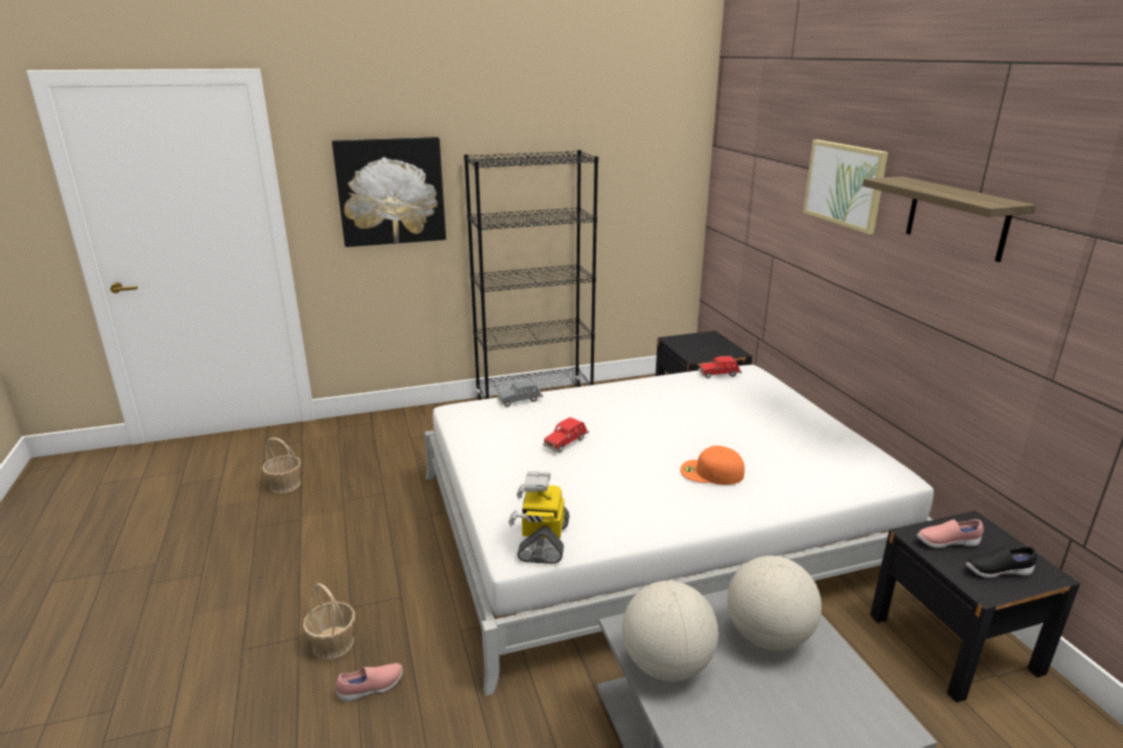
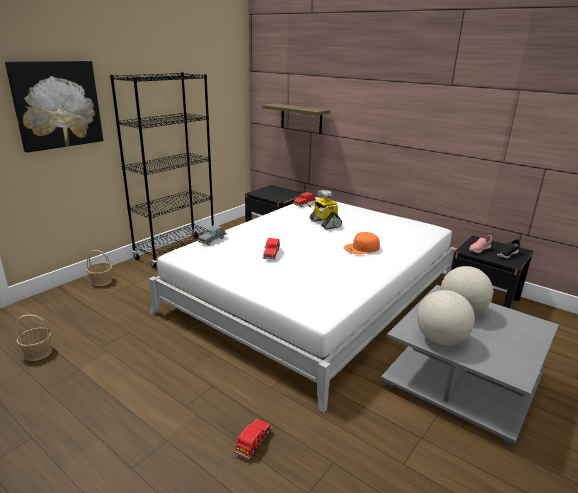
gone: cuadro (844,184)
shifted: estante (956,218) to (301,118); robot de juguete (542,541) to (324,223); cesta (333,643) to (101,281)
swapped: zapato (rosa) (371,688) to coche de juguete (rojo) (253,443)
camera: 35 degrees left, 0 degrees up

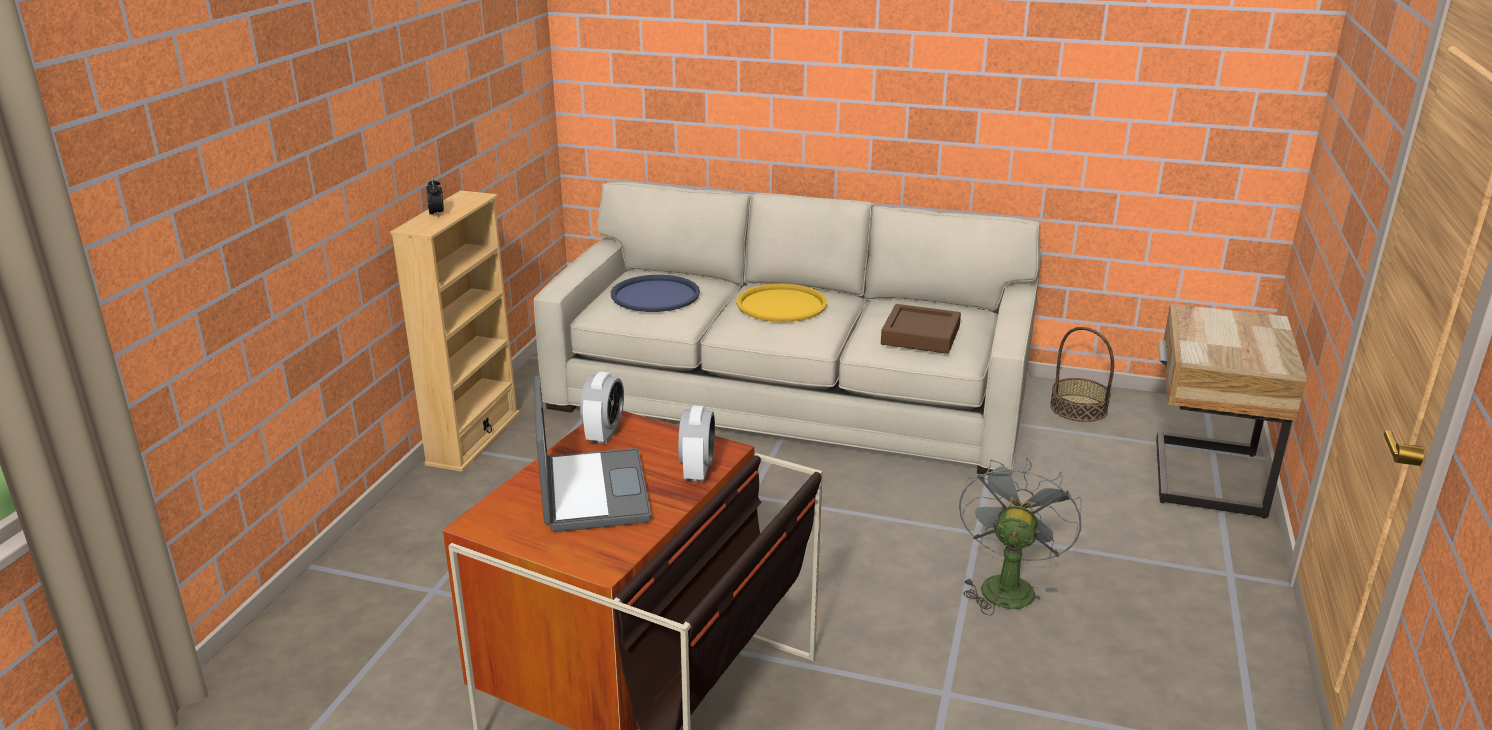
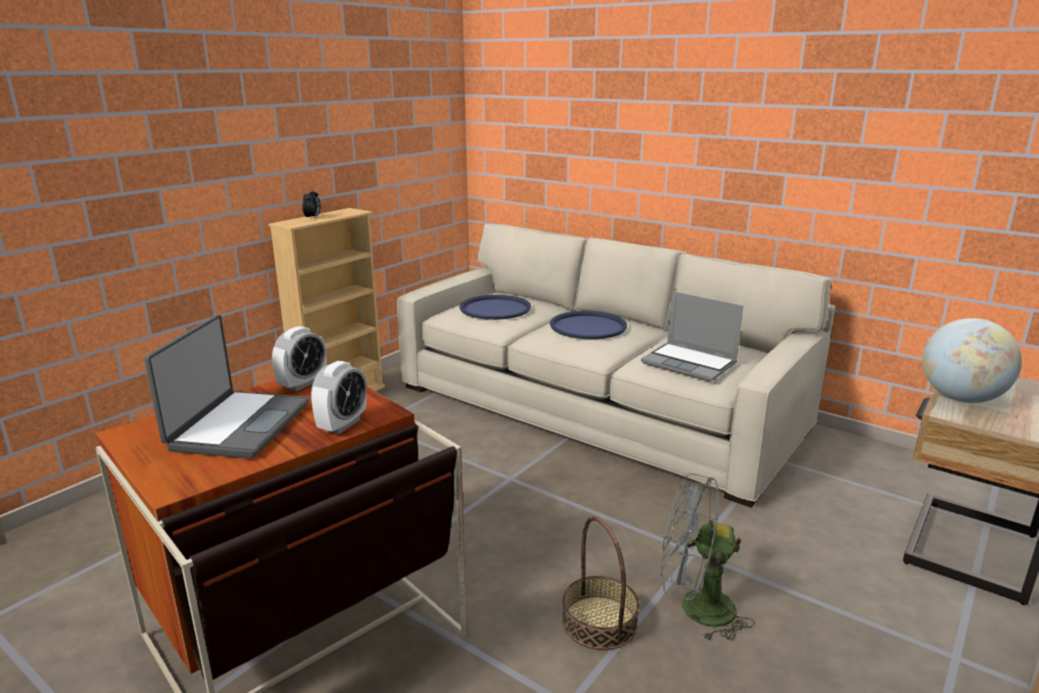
new: globo terráqueo (961,398)
shifted: cesta (1078,408) to (600,622)
swapped: bandeja (marrón) (920,335) to portátil (690,363)
repainted: bandeja (amarillo) (781,304) to bandeja (azul) (588,326)
rotated: ventilador (gris) (1007,585) = (695,609) 120 degrees counterclockwise
camera: 20 degrees right, 5 degrees down

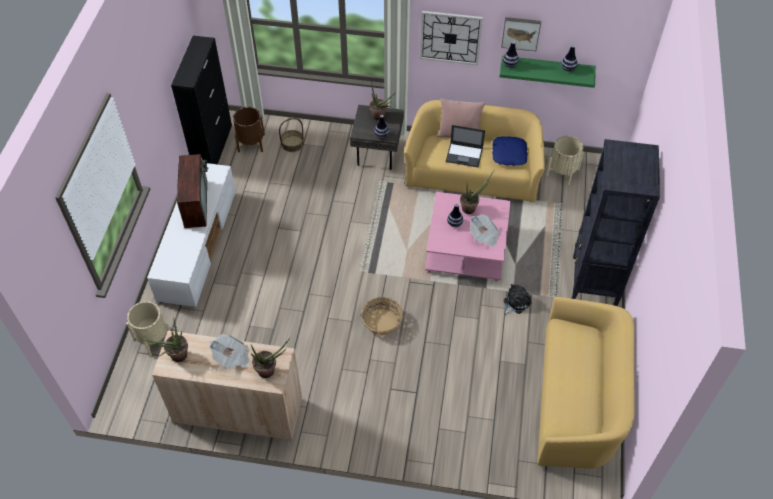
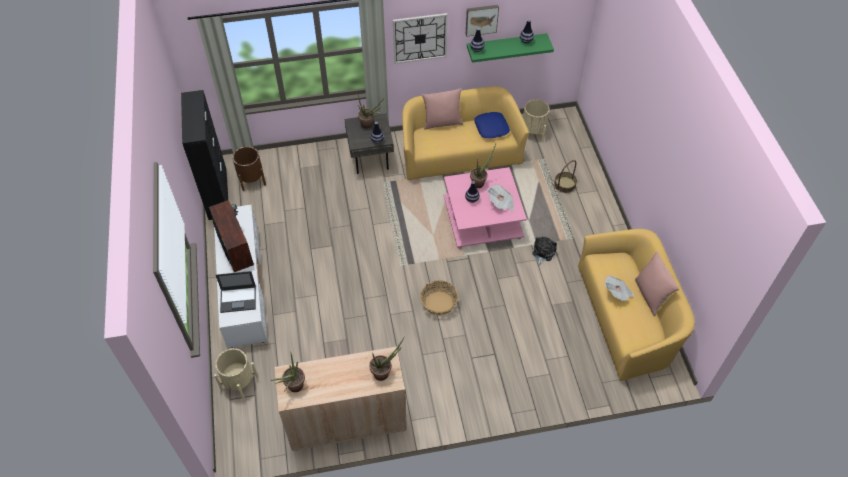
gone: estantería (negro) (593,282)
new: cojín (rosa) (650,295)
shifted: cesta (292,144) to (564,184); portátil (464,155) to (239,299); periódico (232,357) to (617,293)
camera: 20 degrees left, 0 degrees up

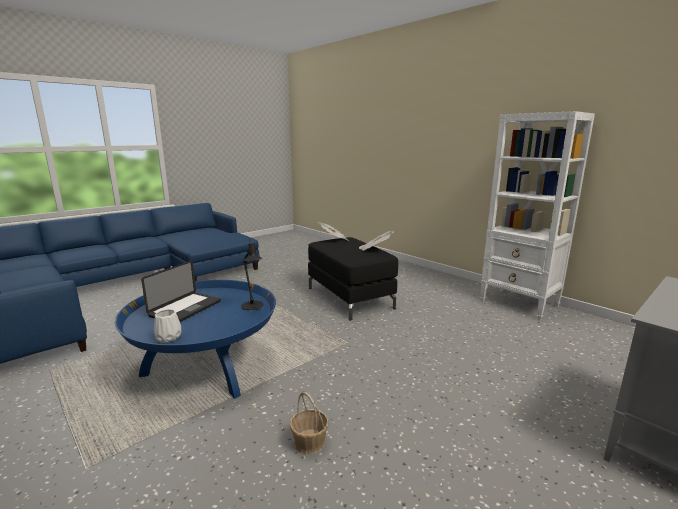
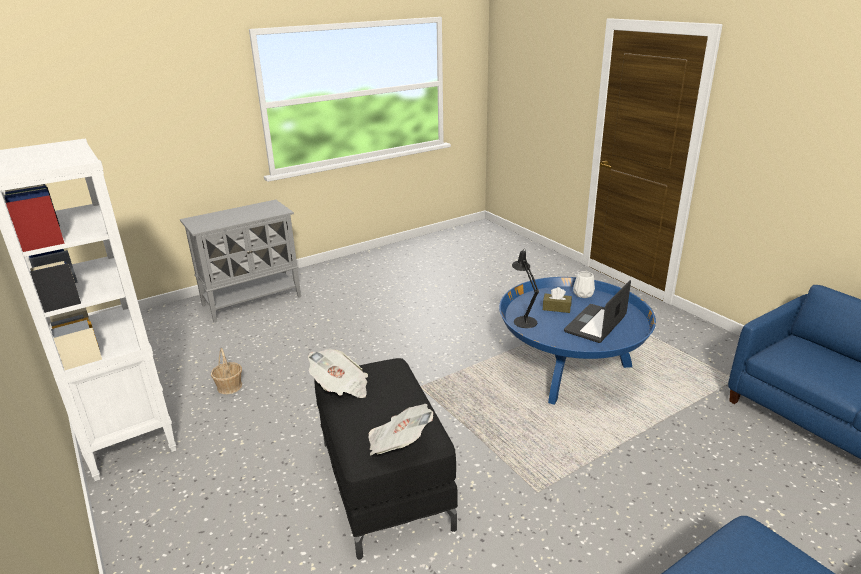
new: caja de pañuelos (marrón) (556,308)
shifted: cesta (309,443) to (229,386)
camera: 170 degrees left, 10 degrees up

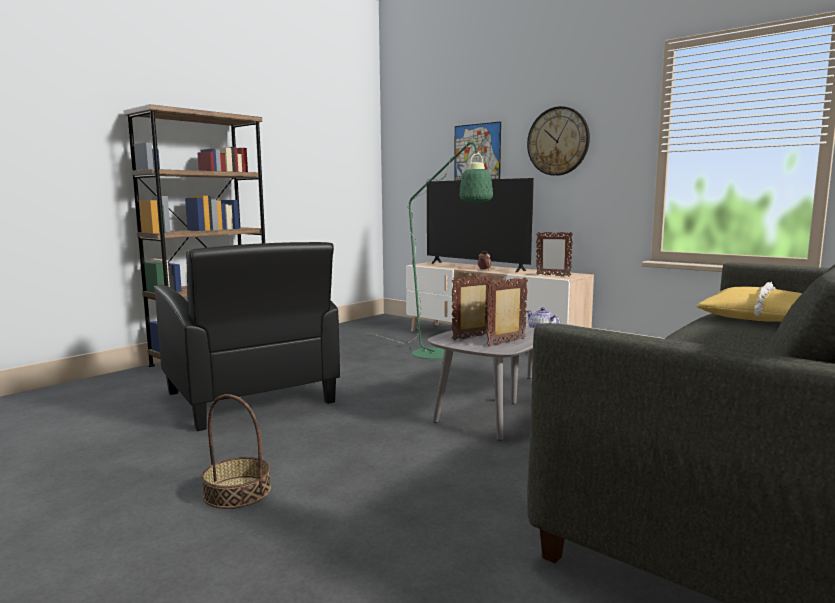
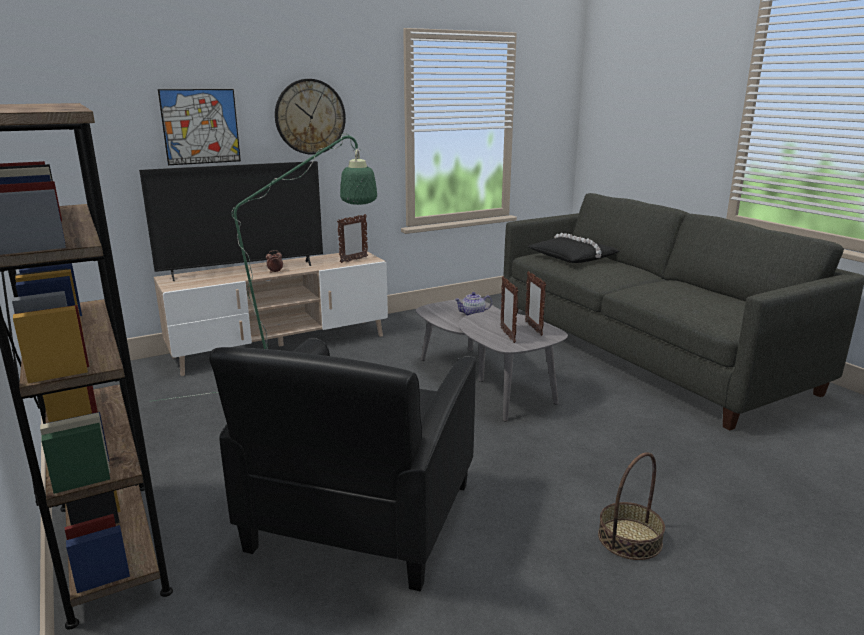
repainted: cojín (amarillo) (761,317) to cojín (negro) (573,257)
rotated: sillón (negro) (250,398) = (361,518) 120 degrees clockwise
camera: 70 degrees left, 10 degrees up

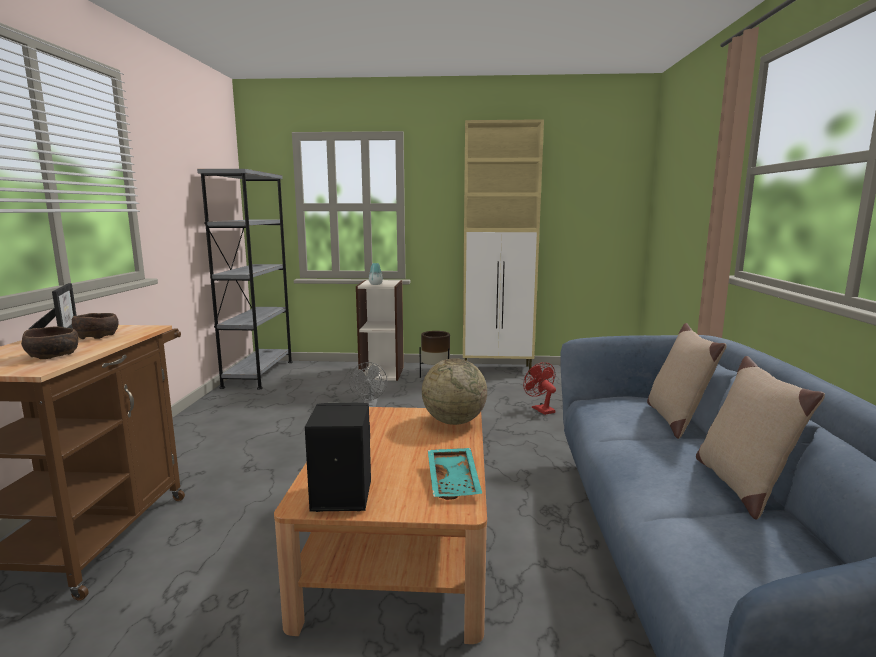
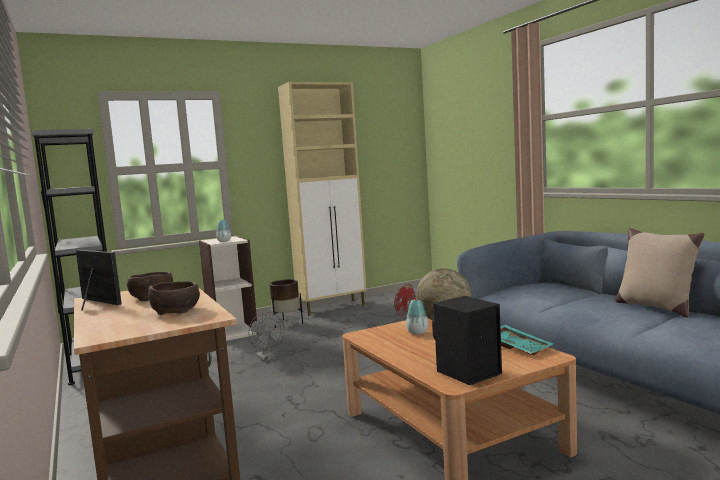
gone: cojín (beis) (676,420)
new: florero (417,332)
camera: 30 degrees left, 5 degrees down

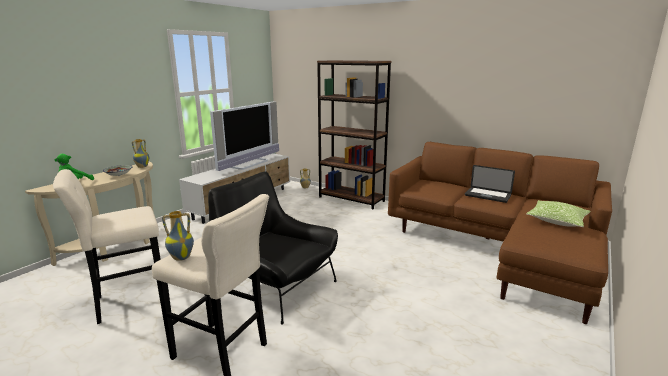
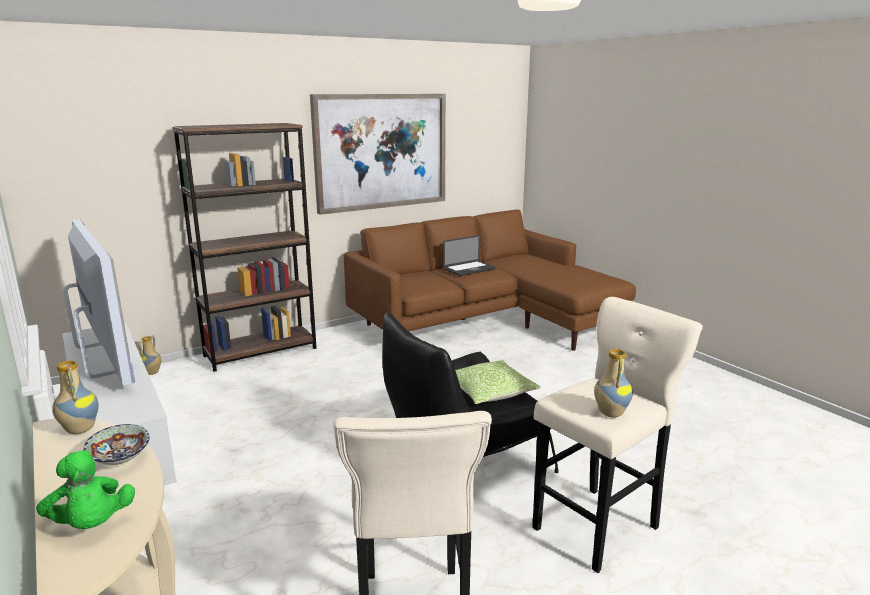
new: cuadro (381,151)
shifted: cojín (557,221) to (489,392)
camera: 65 degrees left, 0 degrees up

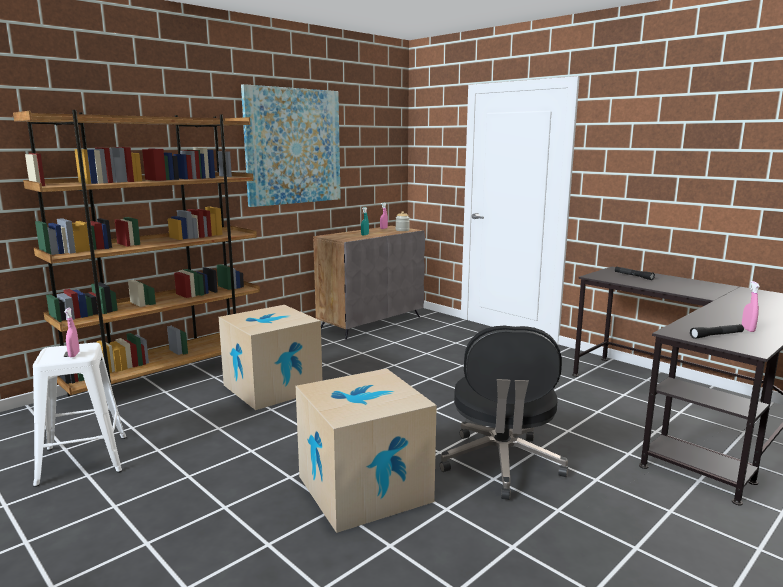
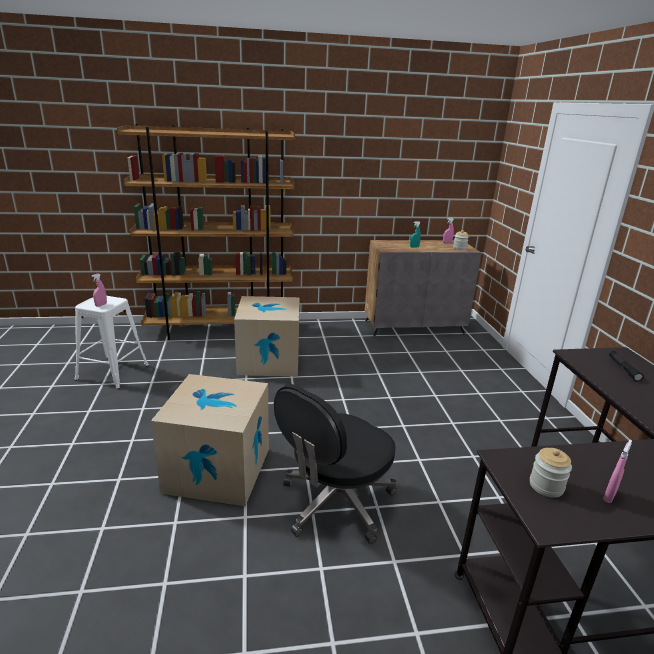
gone: cuadro (293,146)
swapped: linterna (negro) (716,335) to tarro (546,486)
camera: 35 degrees right, 10 degrees up

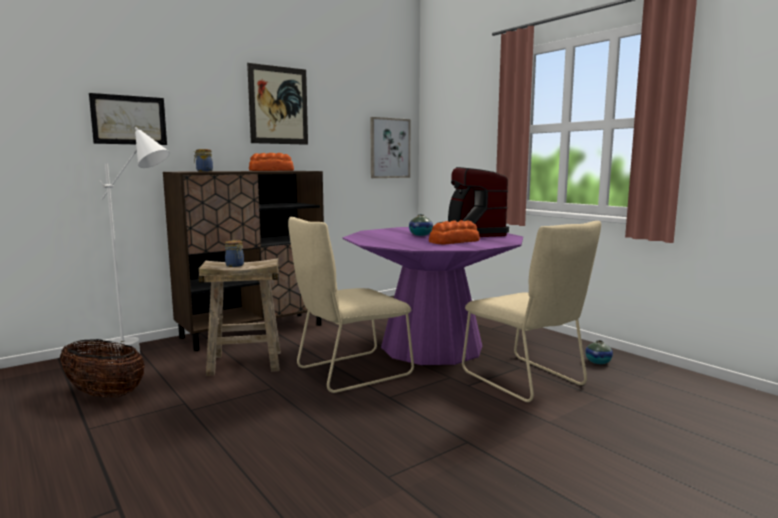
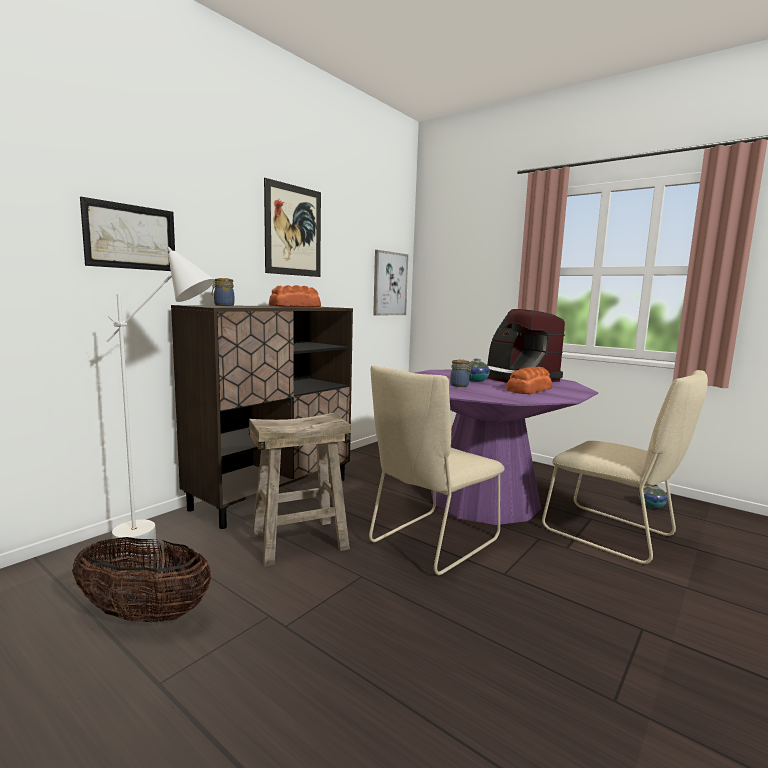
shifted: tarro (235,265) to (460,385)
camera: 15 degrees left, 0 degrees up

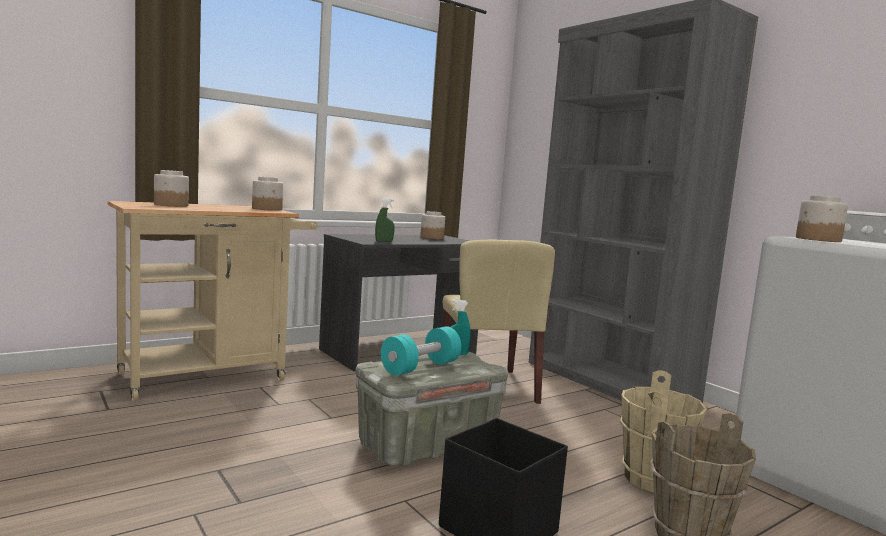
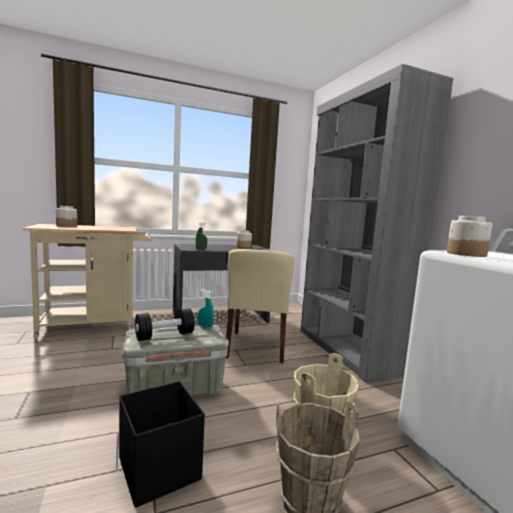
gone: tarro (267,209)
repainted: mancuerna (turquesa) (420,367) to mancuerna (negro) (164,336)
camera: 15 degrees right, 0 degrees up

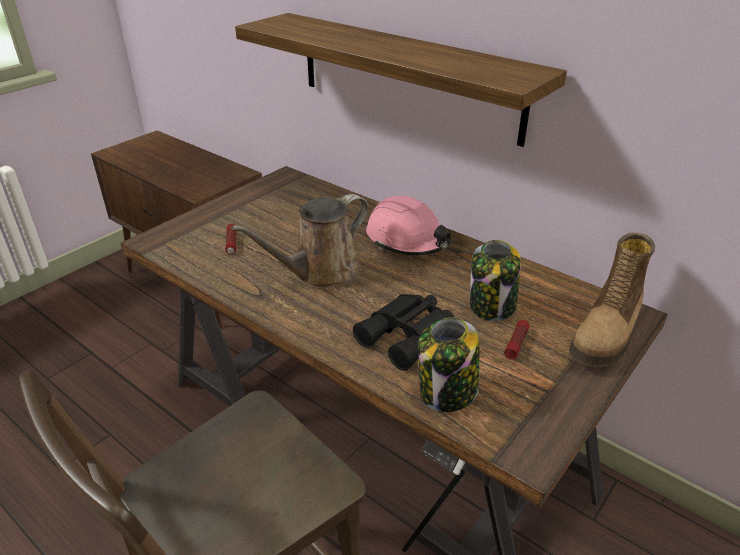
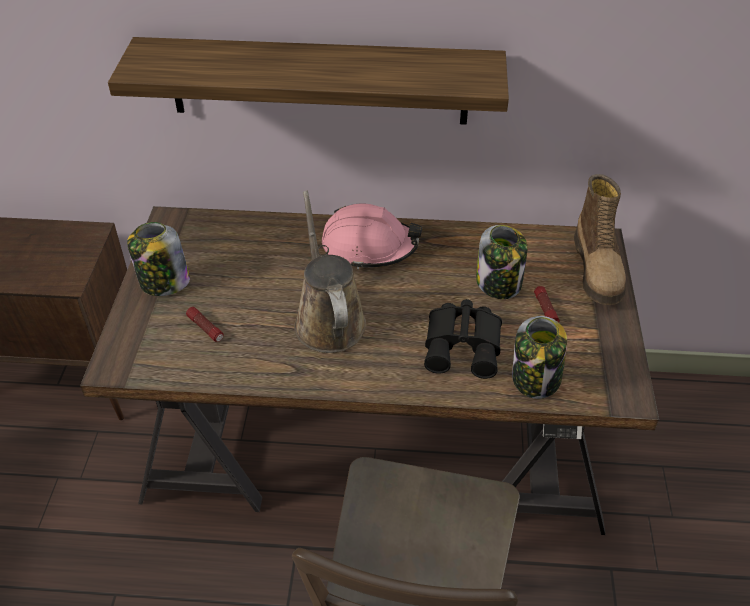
new: tarro (163,282)
rotated: regadera (marrón) (320,273) = (328,320) 150 degrees clockwise
camera: 35 degrees left, 10 degrees up

